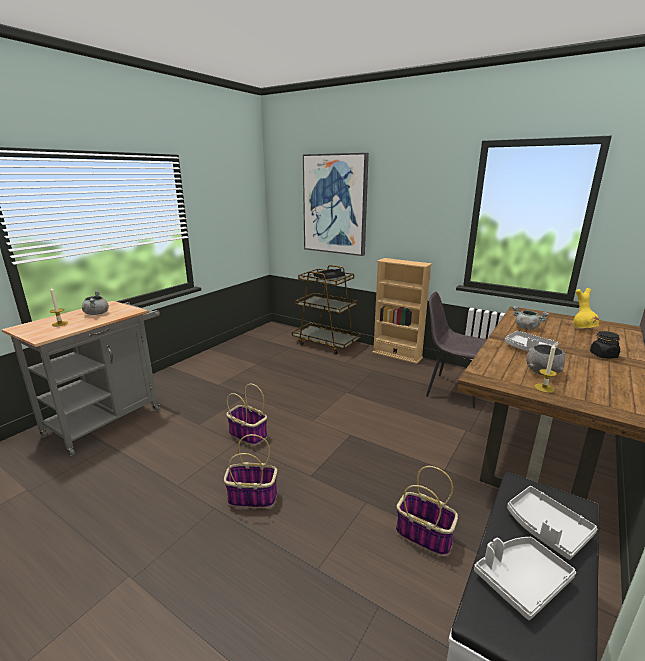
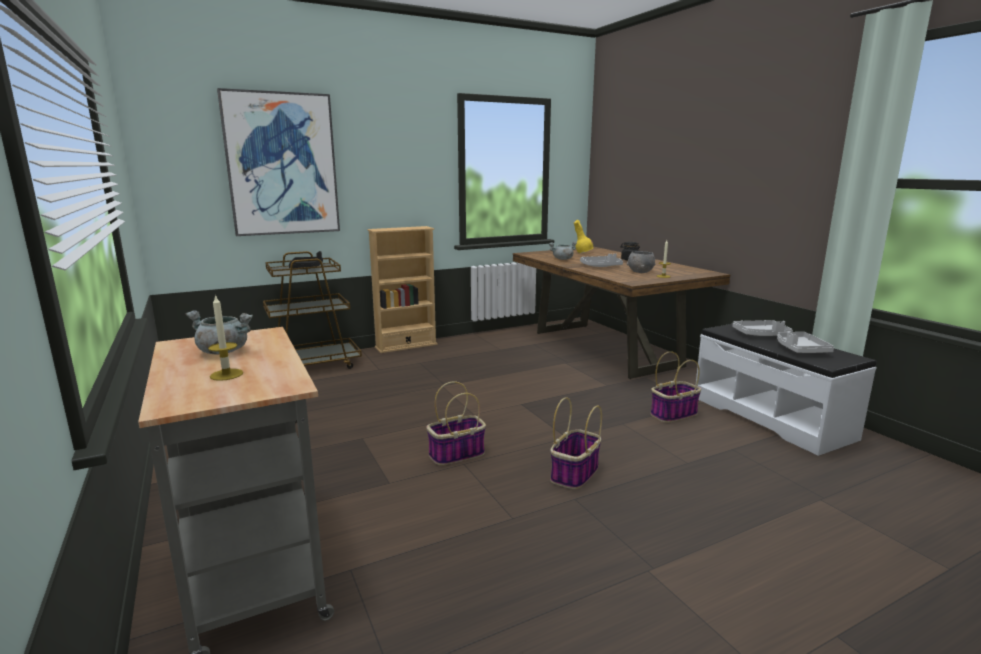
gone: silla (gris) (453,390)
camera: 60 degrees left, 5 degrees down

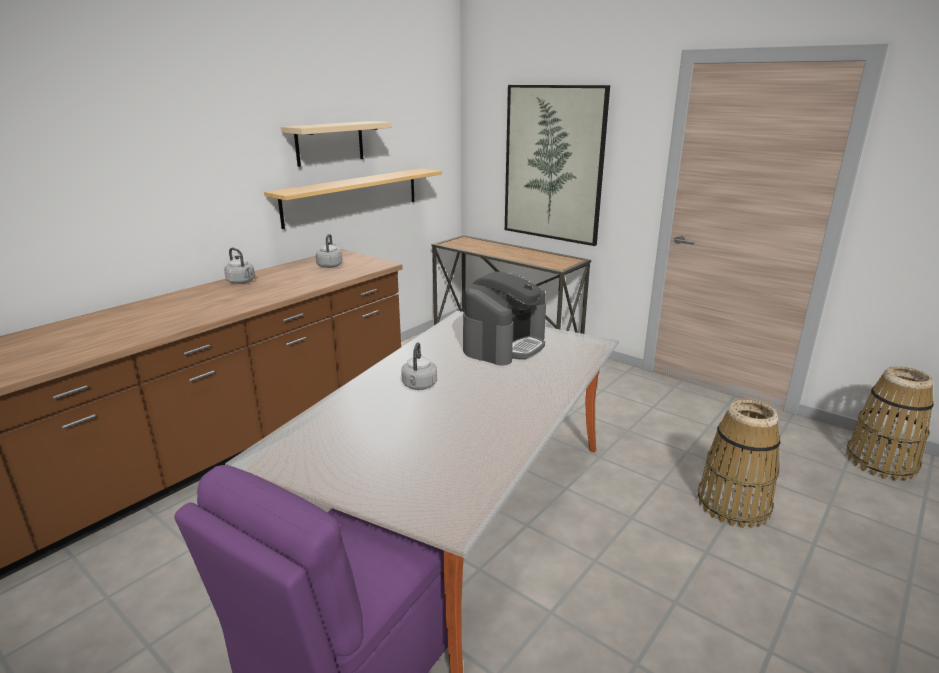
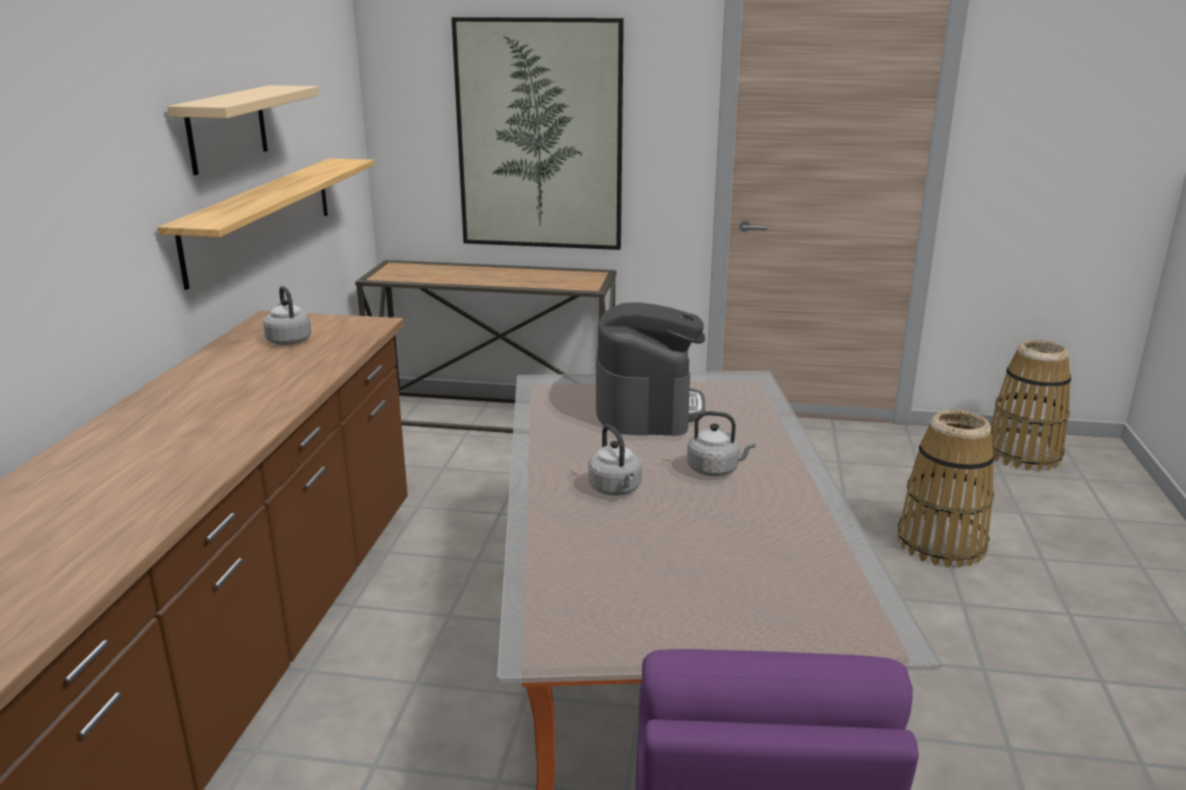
shifted: hervidor (gris) (242,282) to (715,469)
camera: 30 degrees left, 0 degrees up

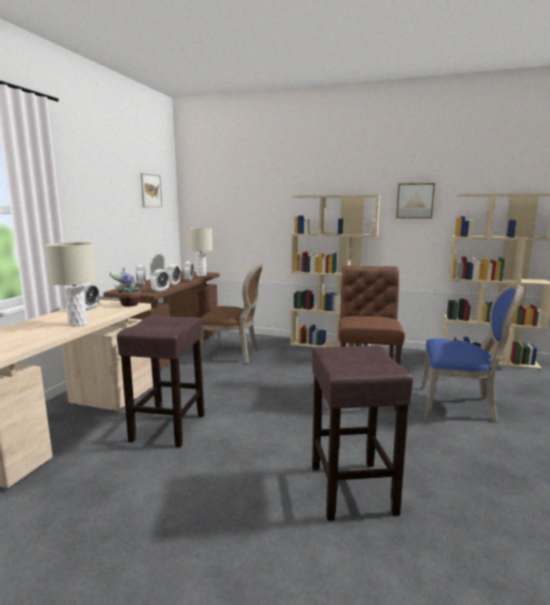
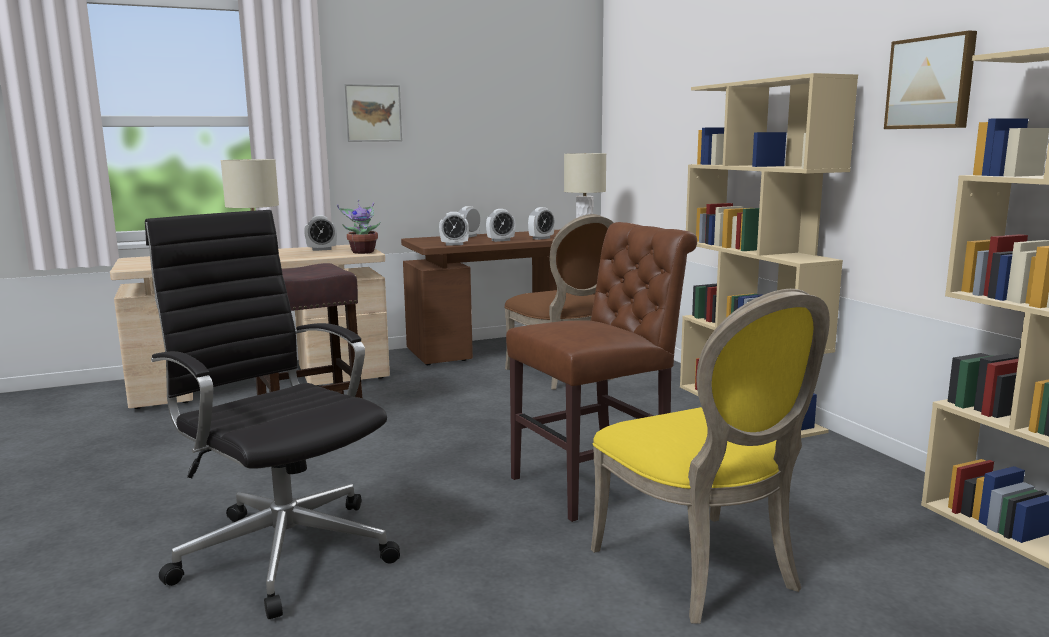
shifted: cuadro (151,191) to (373,113)
swapped: taburete (marrón) (351,488) to silla de oficina (negro) (283,550)
repainted: silla (azul) (459,405) to silla (amarillo) (703,570)
camera: 50 degrees right, 0 degrees up

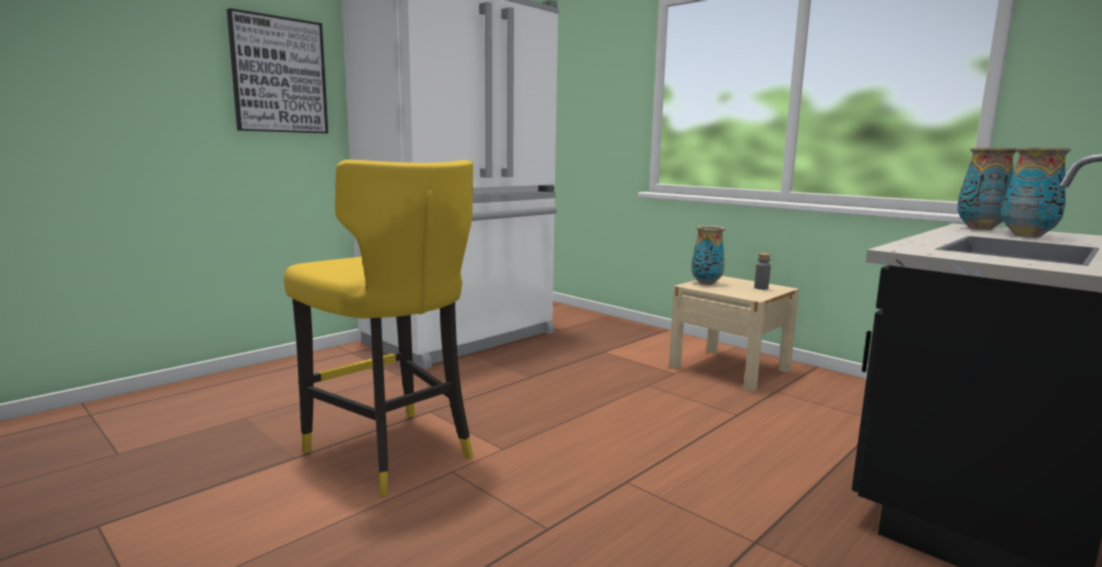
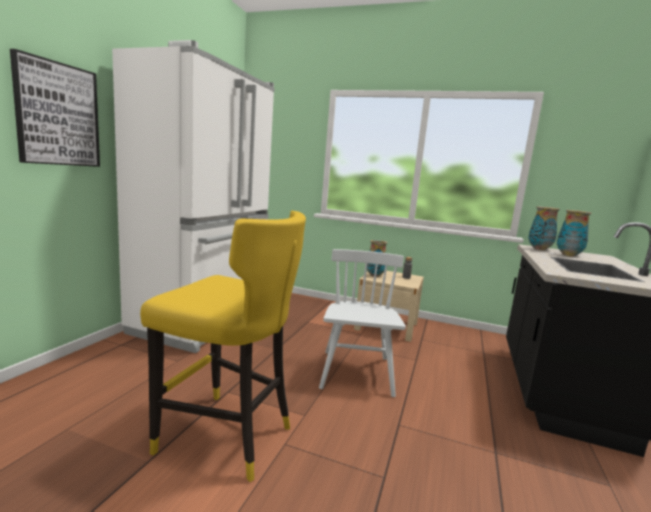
new: silla (blanco) (356,373)
camera: 25 degrees left, 0 degrees up

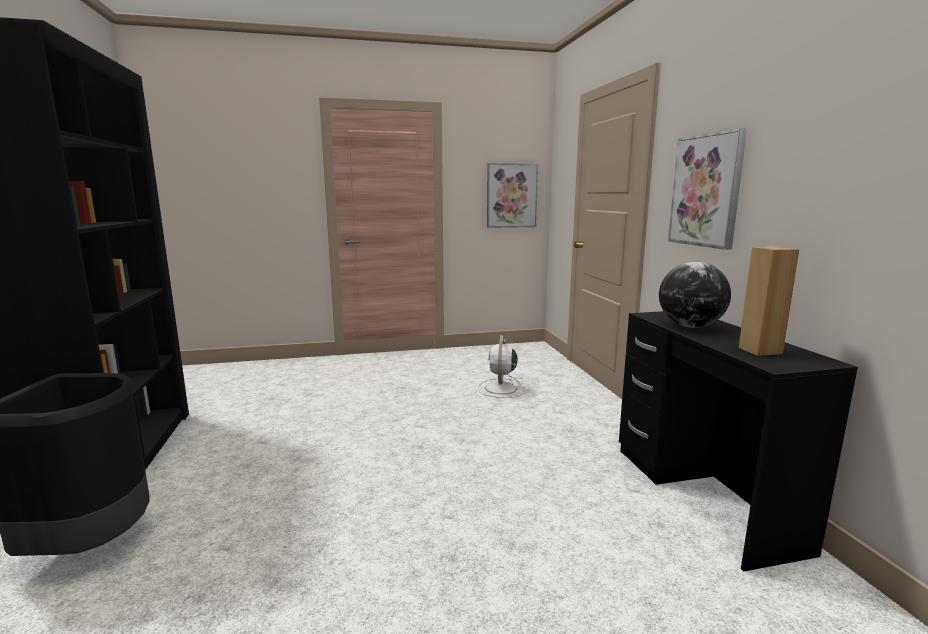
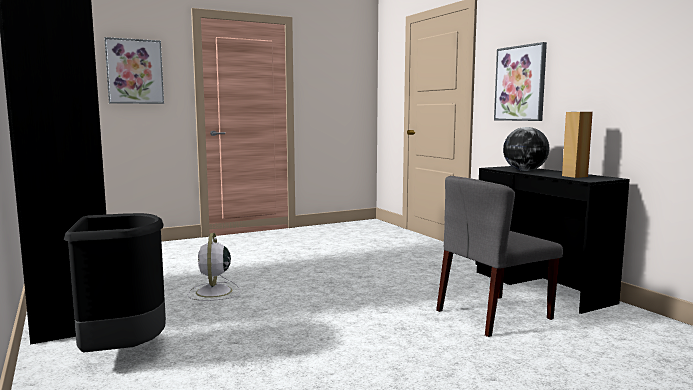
new: silla (gris) (493,315)
shifted: cuadro (511,195) to (134,71); ventilador (blanco) (500,389) to (214,292)
camera: 15 degrees left, 5 degrees down

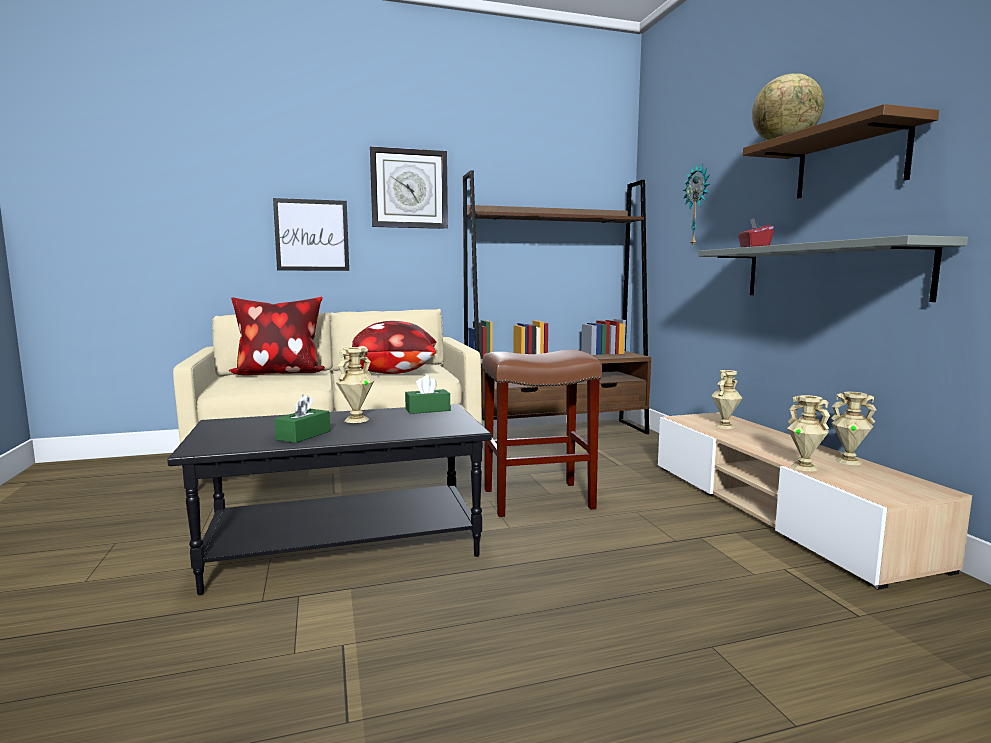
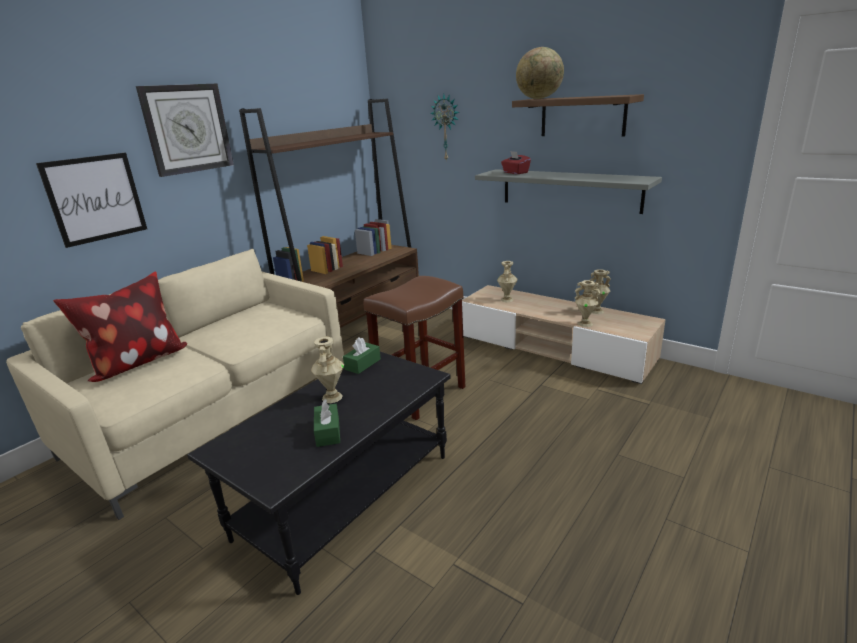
gone: cojín (397,372)
camera: 35 degrees left, 15 degrees up

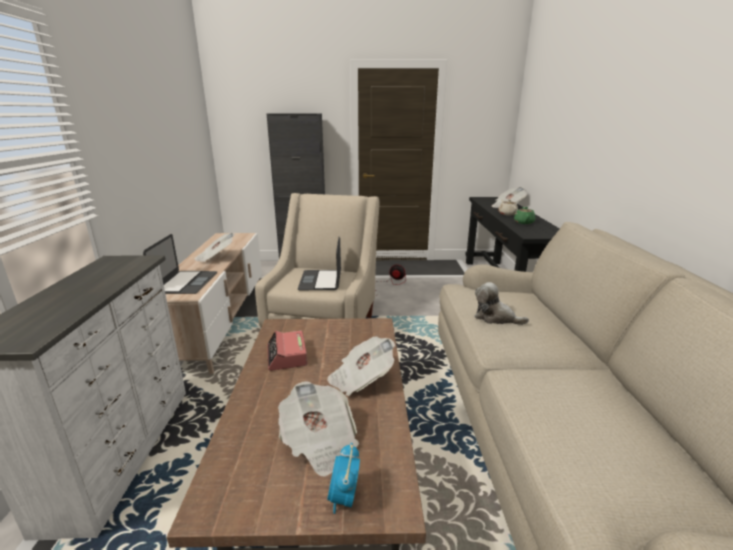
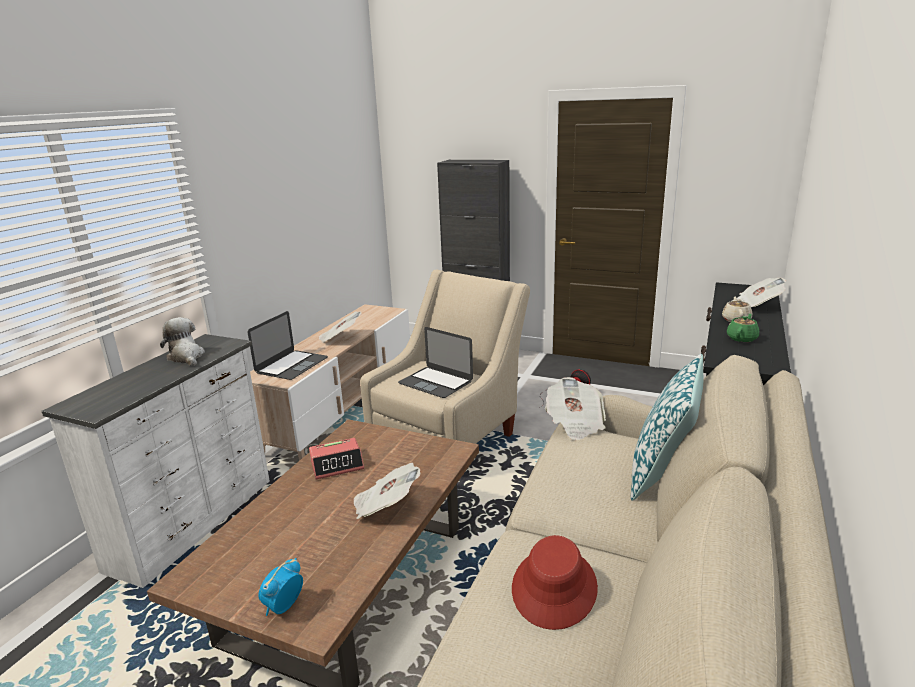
new: cojín (663,472); sombrero (rojo) (554,588)
shifted: peluche (495,318) to (186,357); periódico (319,443) to (575,423)
rotated: portátil (321,280) = (435,382) 75 degrees counterclockwise; despertador (287,356) = (337,464) 120 degrees counterclockwise
camera: 25 degrees right, 0 degrees up

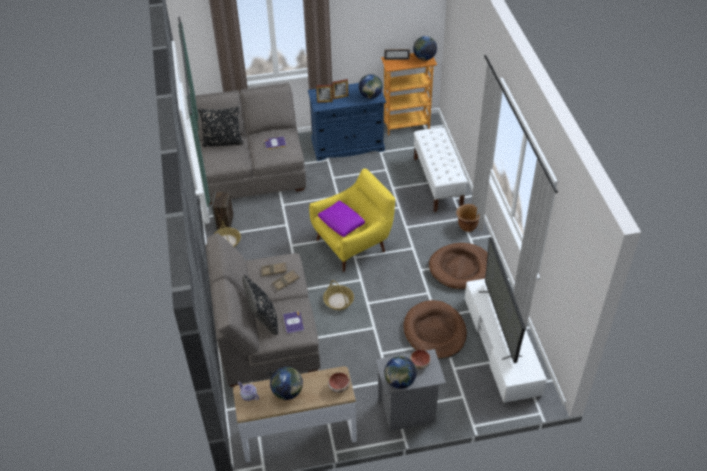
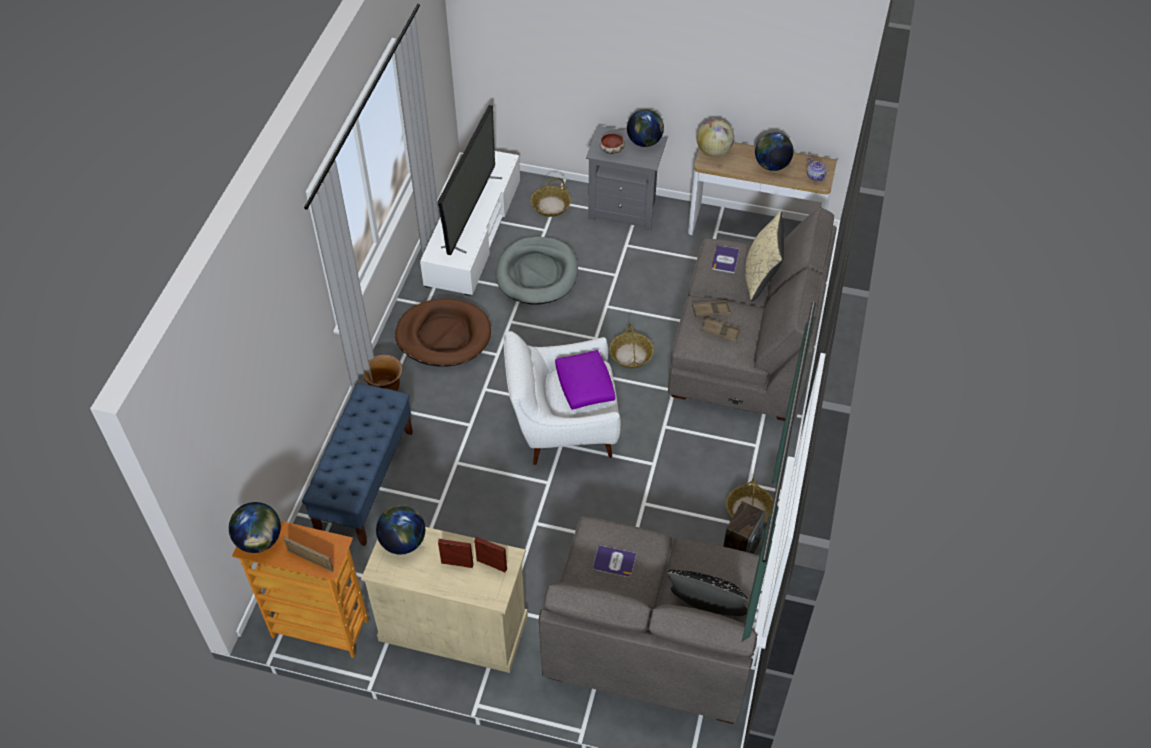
new: cesta (550,206)
swapped: cuenco (339,387) to globo terráqueo (713,151)
repainted: armario (azul) (347,145) to armario (beis) (453,627); banco (blanco) (438,182) to banco (azul) (365,481); sillón (amarillo) (353,244) to sillón (blanco) (562,428); cojín (negro) (263,319) to cojín (beis) (760,277); cama para perro (marrón) (434,332) to cama para perro (gris) (537,274)
camera: 155 degrees left, 5 degrees up

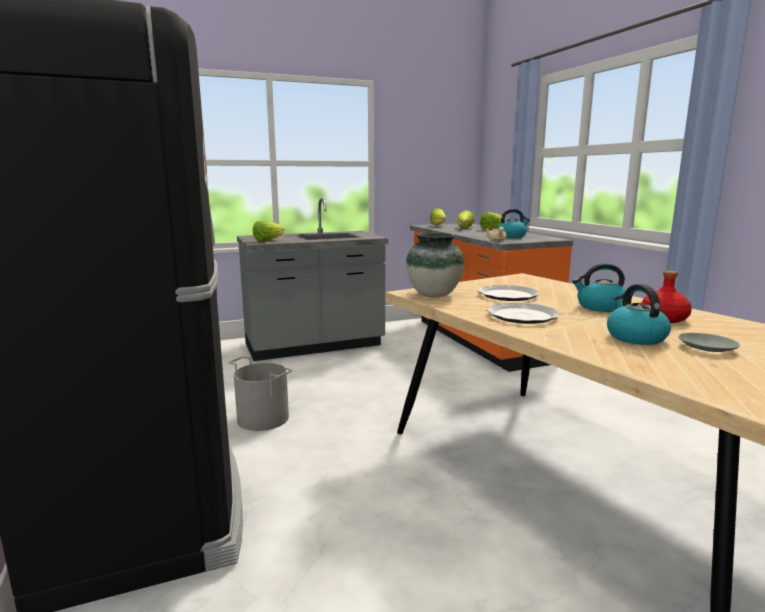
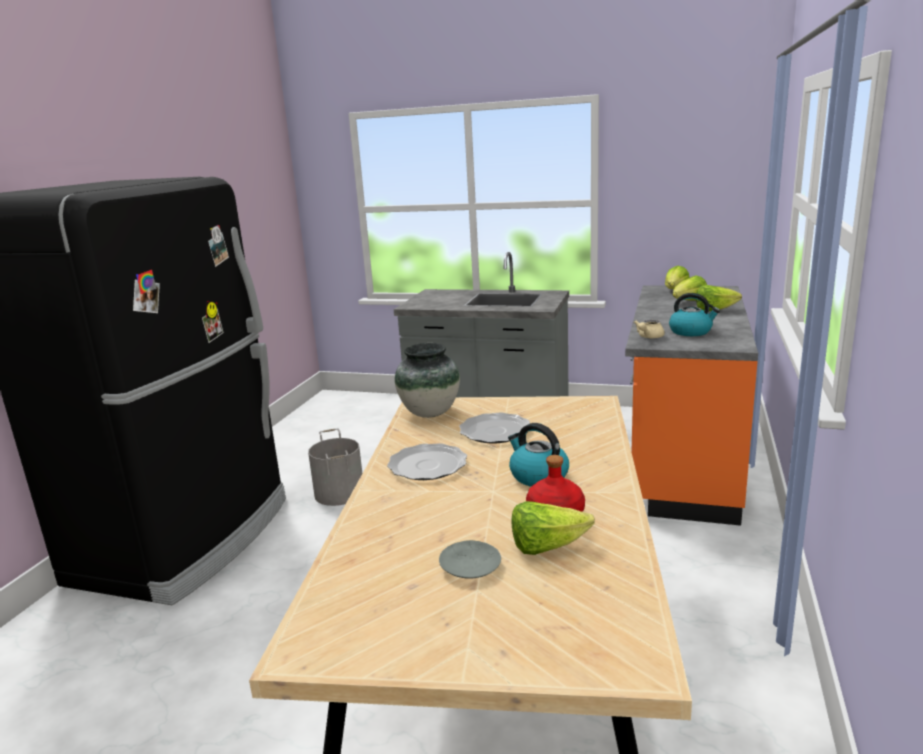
gone: hervidor (635,337)
shifted: lechuga (268,241) to (546,547)
camera: 40 degrees right, 5 degrees up

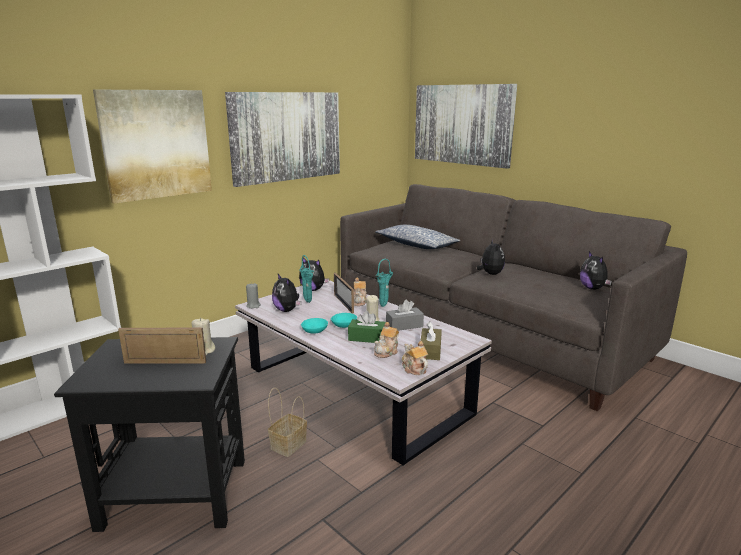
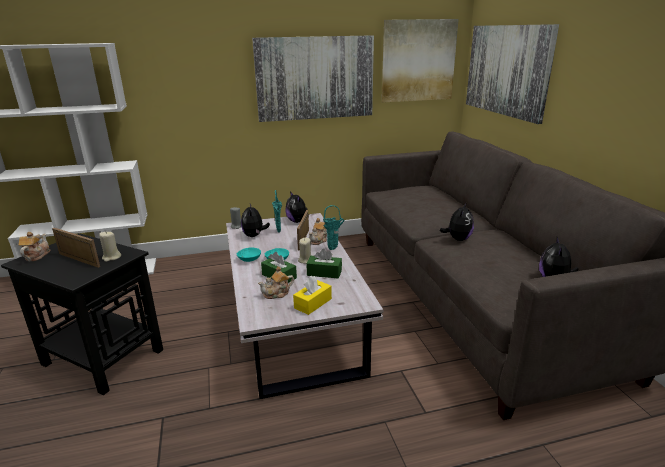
gone: cojín (416,245); cesta (288,444)
shifted: cuadro (156,144) to (418,61); tetera (414,369) to (36,256)
repainted: caja de pañuelos (gris) (404,325) to caja de pañuelos (verde) (324,273); caja de pañuelos (marrón) (430,351) to caja de pañuelos (amarillo) (313,303)
camera: 30 degrees right, 5 degrees up

